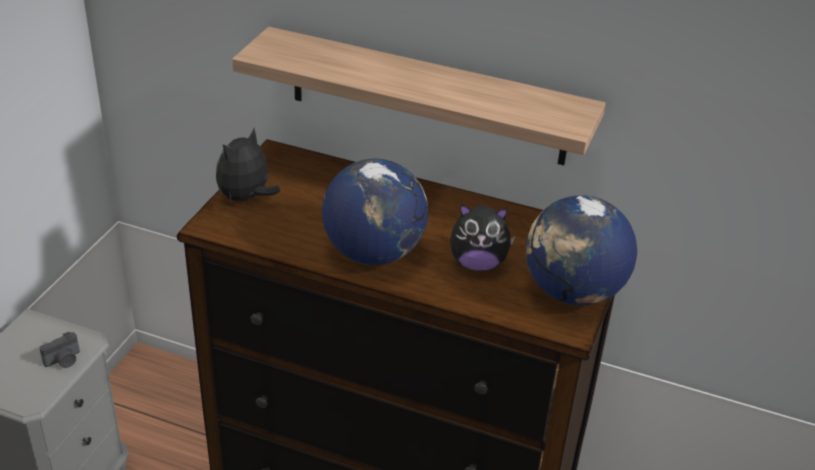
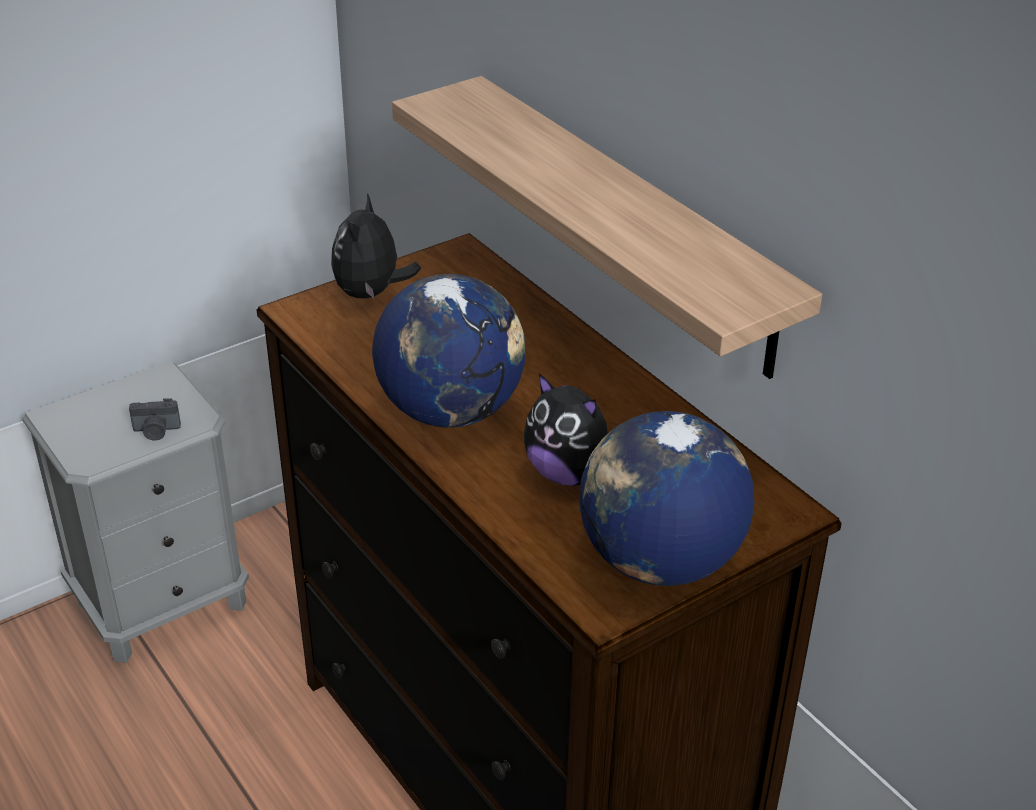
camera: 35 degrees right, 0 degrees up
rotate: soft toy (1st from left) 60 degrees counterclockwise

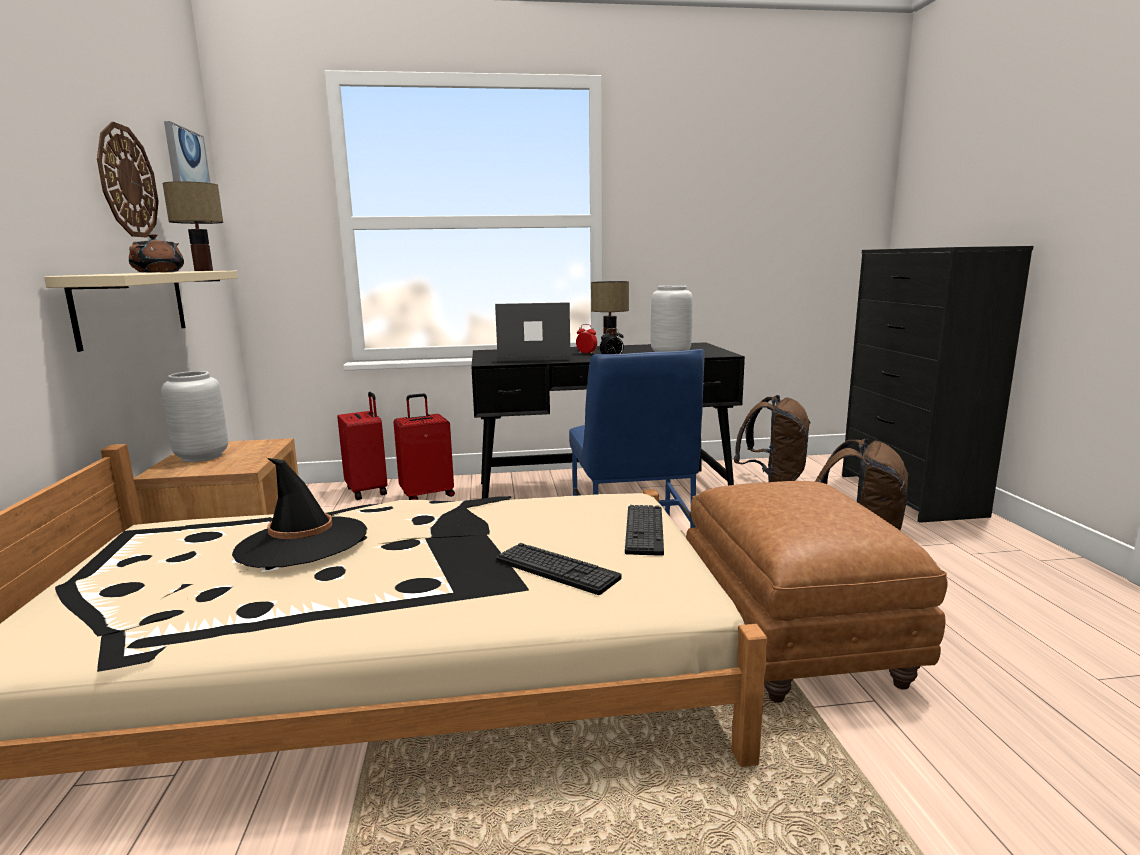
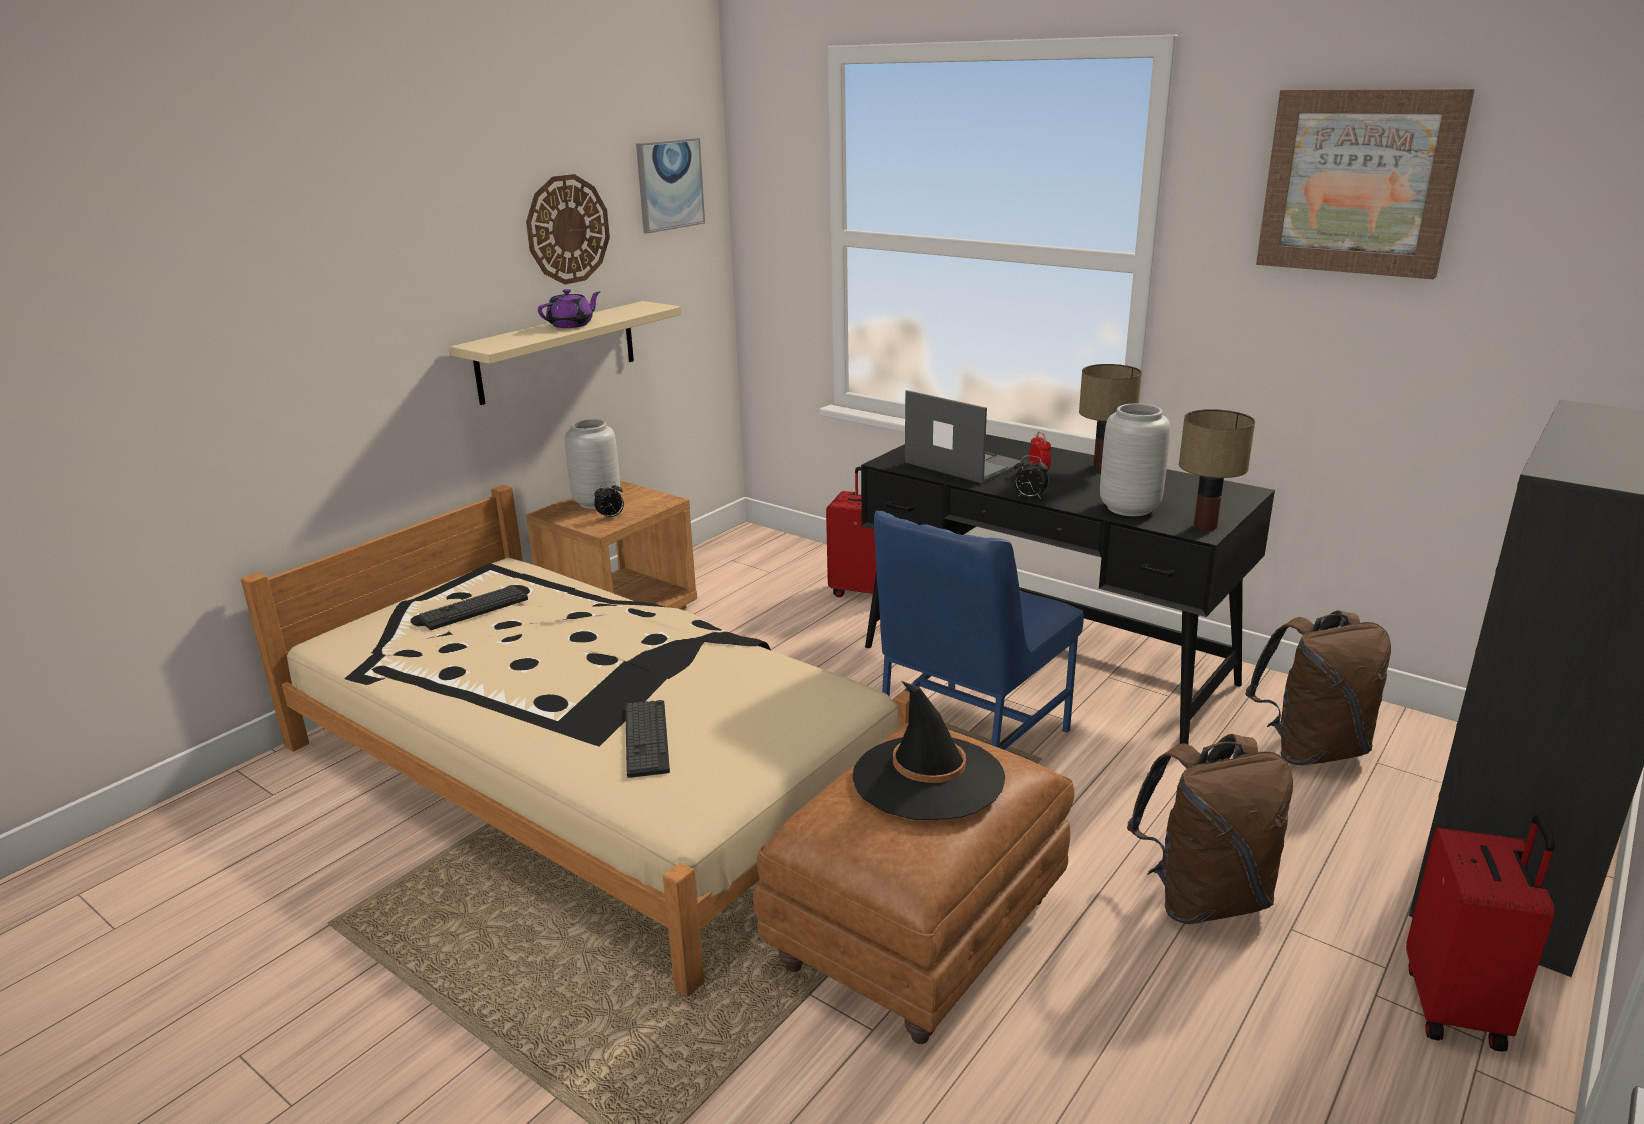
camera: 45 degrees right, 10 degrees up
insert: alarm clock (1st from left); wall picture (2nd from left)
move: PC keyboard (2nd from left in the first image) to PC keyboard (1st from left); blackish wearable hat; table lamp (1st from left in the first image) to table lamp (2nd from left); red suitcase (1st from left in the first image) to red suitcase (2nd from left)
recolor: brown-coloured tea pot to purplish tea pot

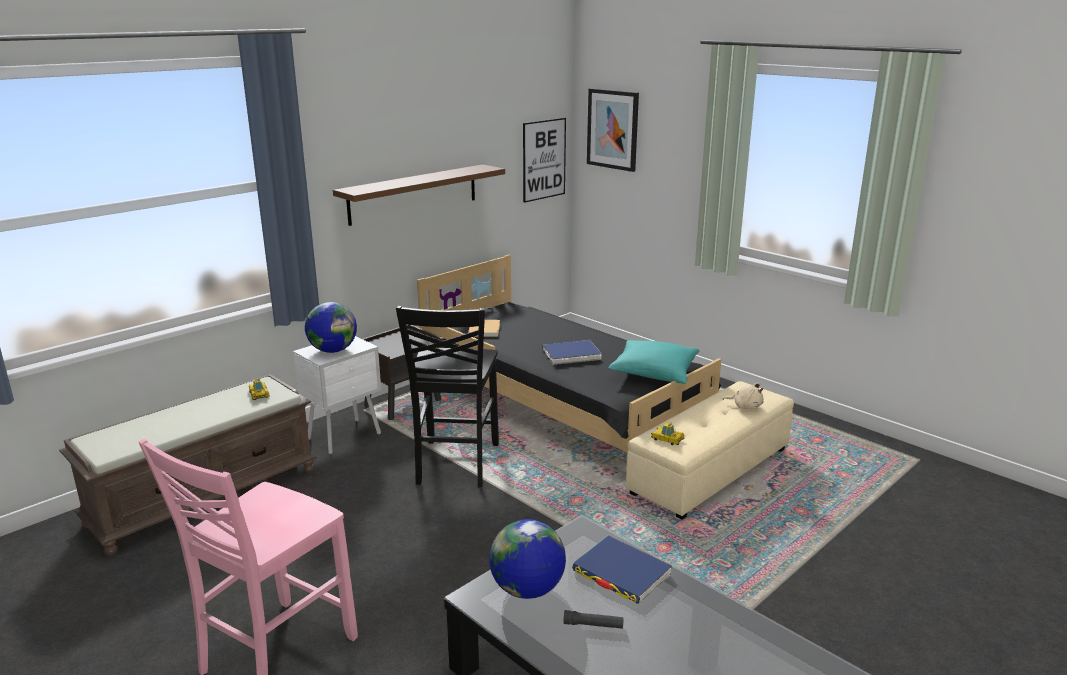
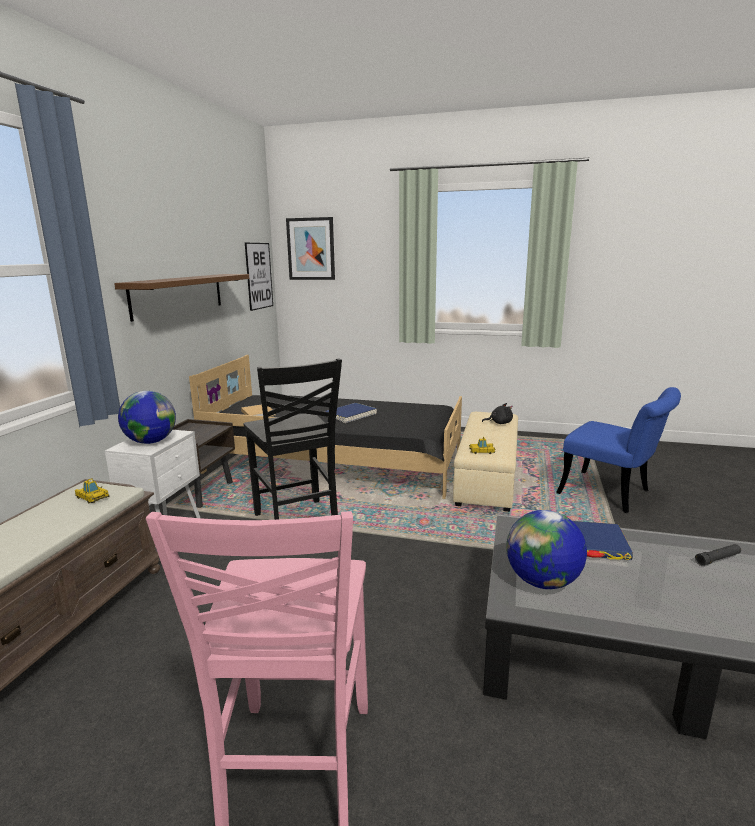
camera: 30 degrees left, 5 degrees down
delete: turquoise cushion
insert: bluish chair
move: blackish torch
recolor: beige soft toy to blackish soft toy

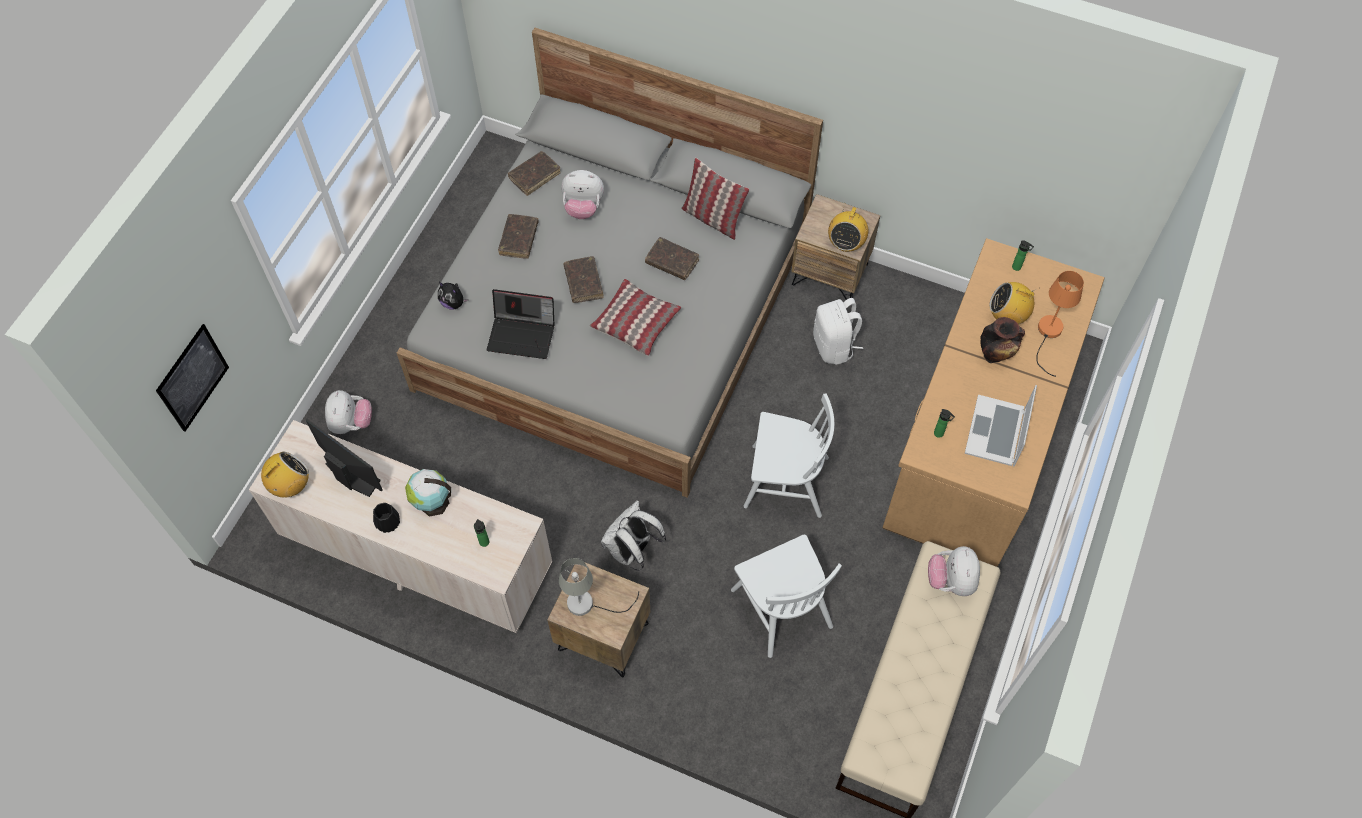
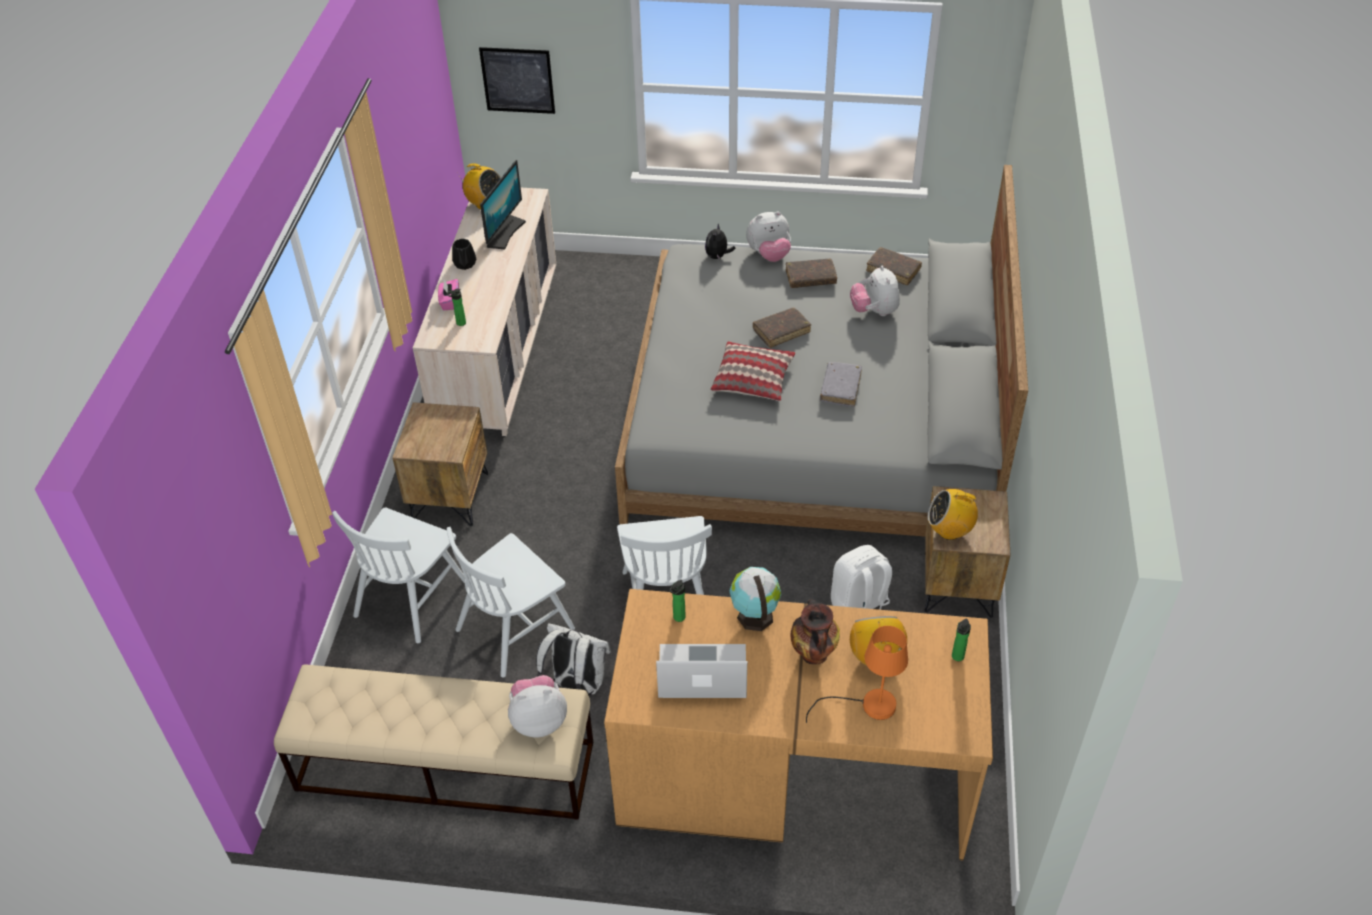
camera: 75 degrees right, 15 degrees down
delete: laptop (1st from left); greyish table lamp; cushion (2nd from left)
insert: white-coloured chair (1st from left); pinkish tissue box
move: white-coloured backpack (1st from left); world globe; soft toy (1st from left in the first image) to soft toy (3rd from left)
recolor: brown-coloured volume (4th from left) to greyish volume

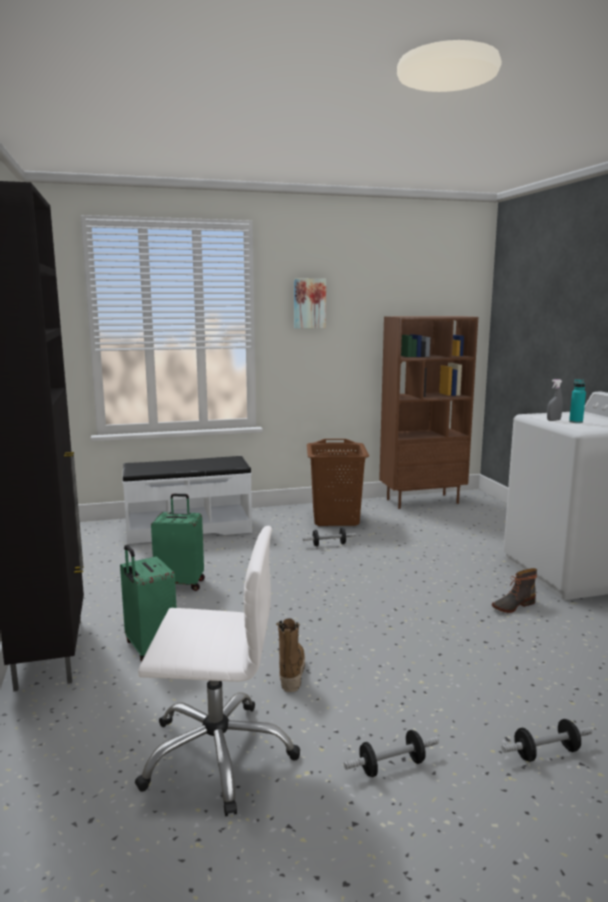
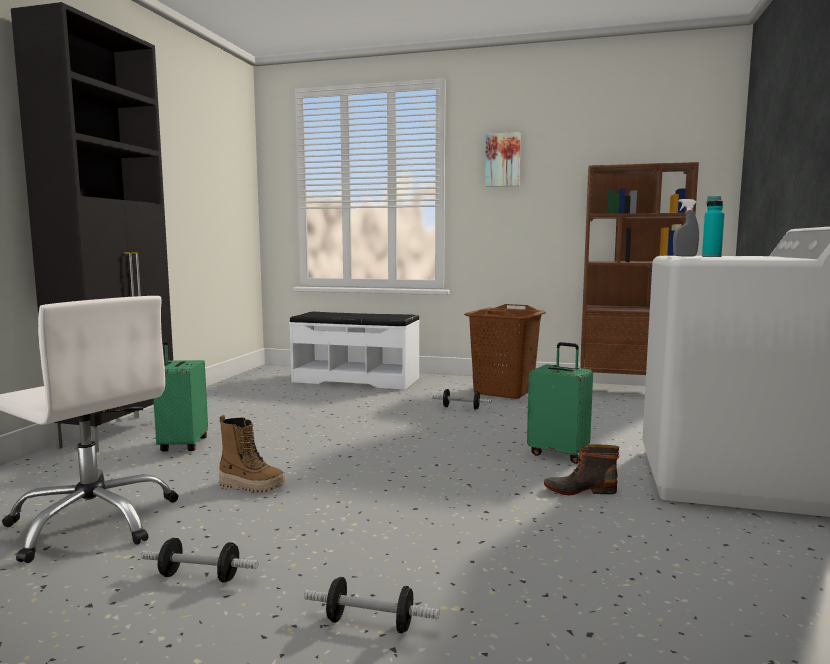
camera: 30 degrees right, 5 degrees down
move: greenish suitcase (2nd from left)
rotate: boot (1st from left) 75 degrees clockwise

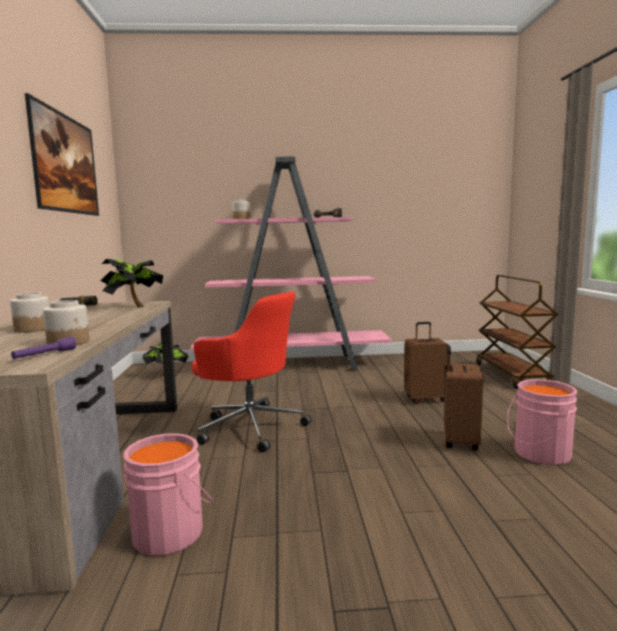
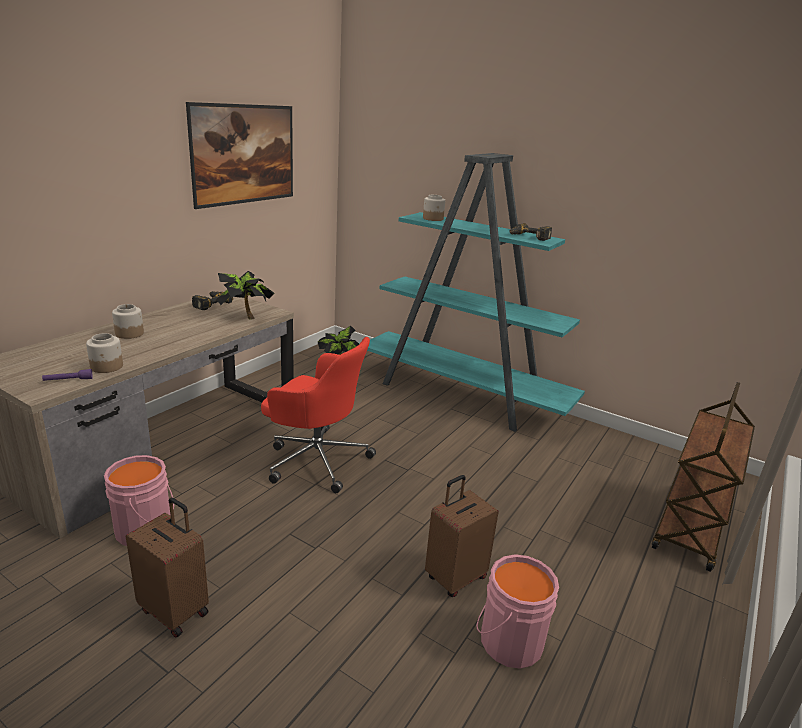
camera: 35 degrees right, 15 degrees up
move: brown-coloured suitcase (1st from left)
recolor: pinkish bookshelf to turquoise bookshelf
rotate: red computer chair 45 degrees counterclockwise

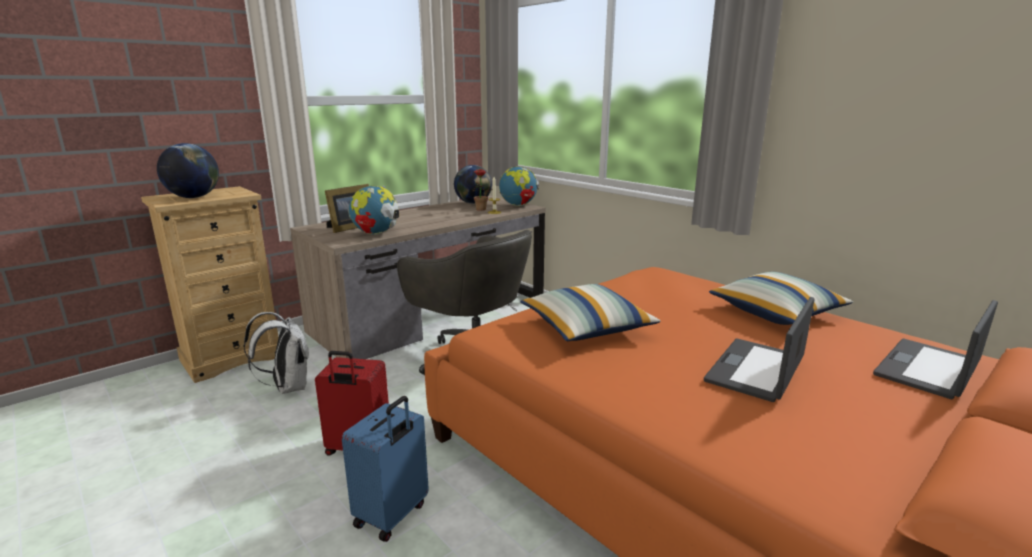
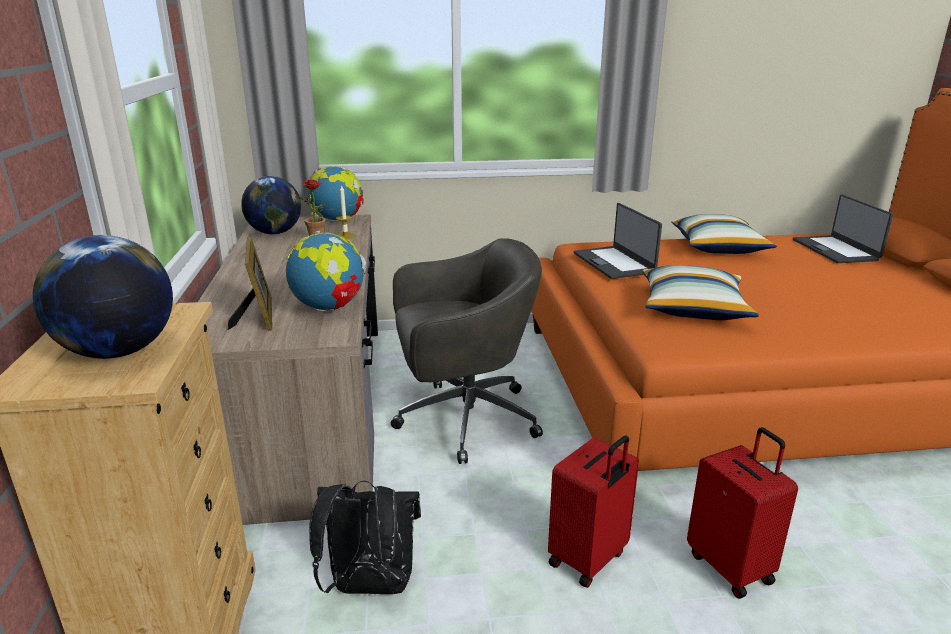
camera: 55 degrees left, 5 degrees up
move: laptop (1st from left)
recolor: white-coloured backpack to blackish backpack; bluish suitcase to red suitcase (2nd from left)

